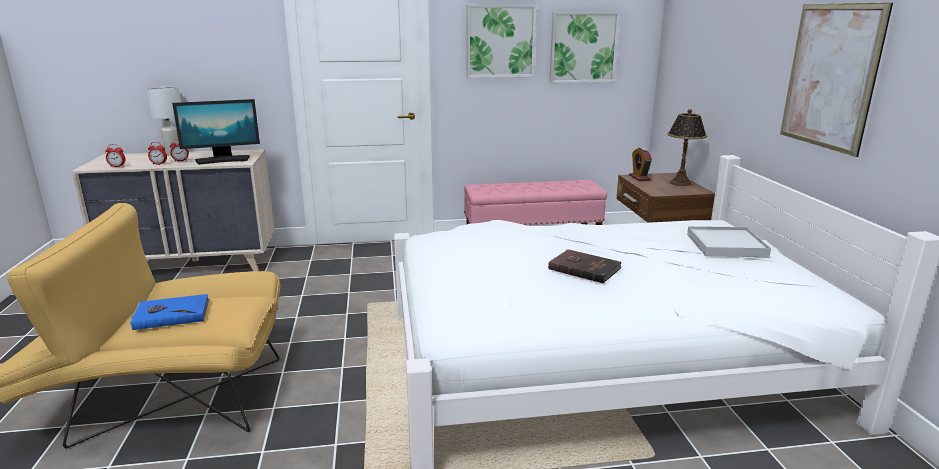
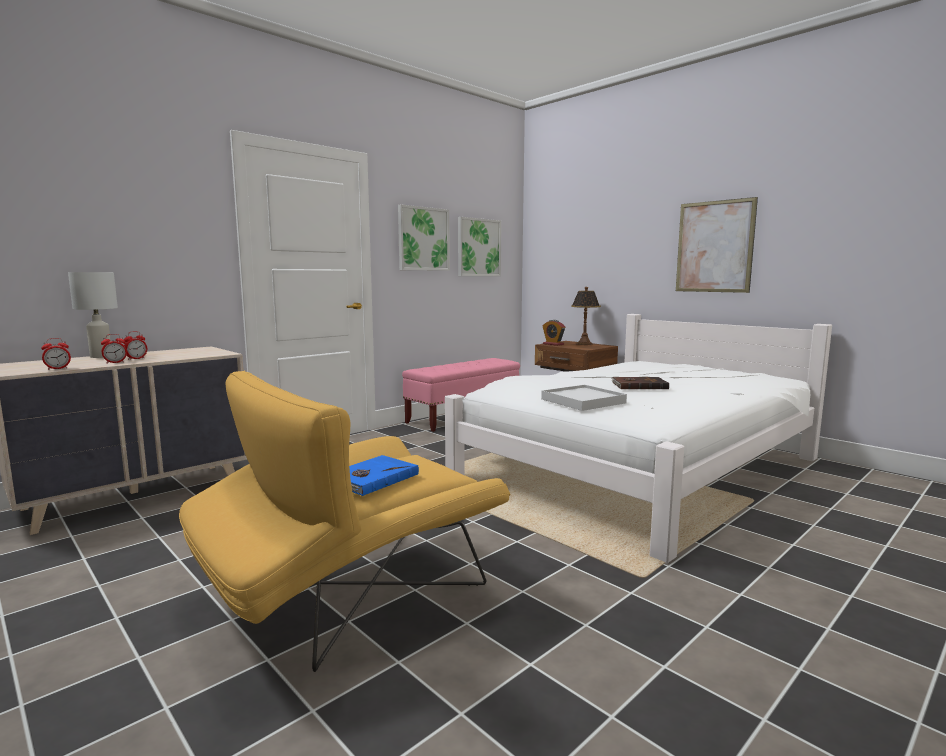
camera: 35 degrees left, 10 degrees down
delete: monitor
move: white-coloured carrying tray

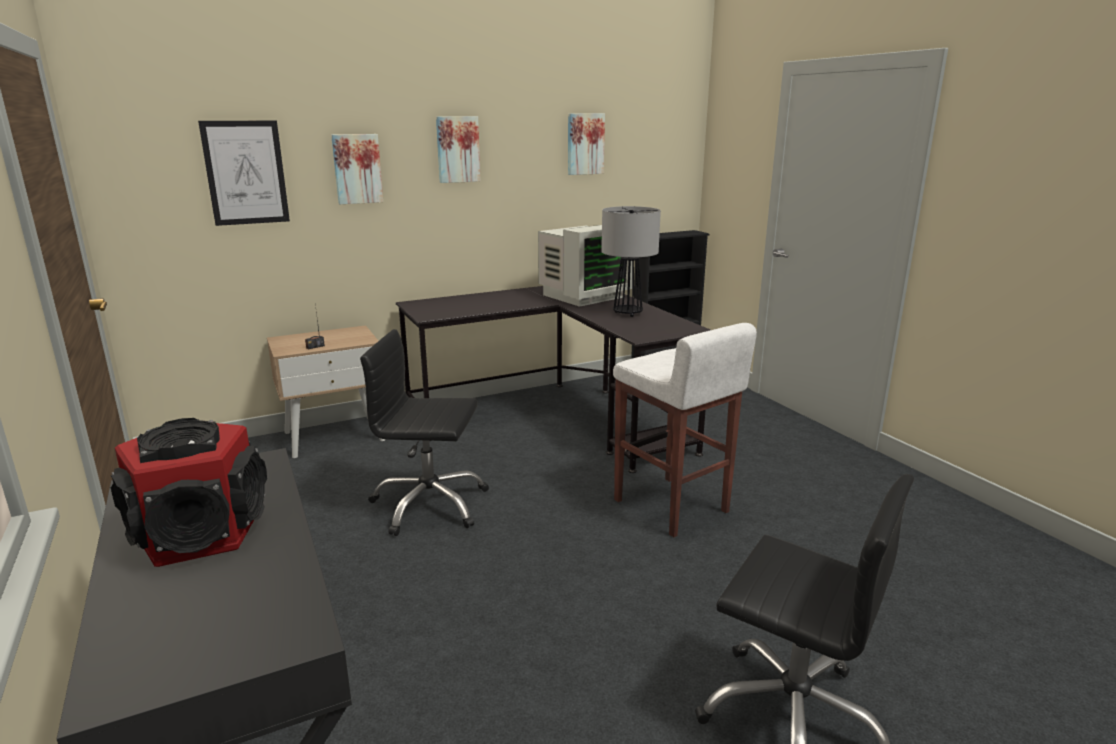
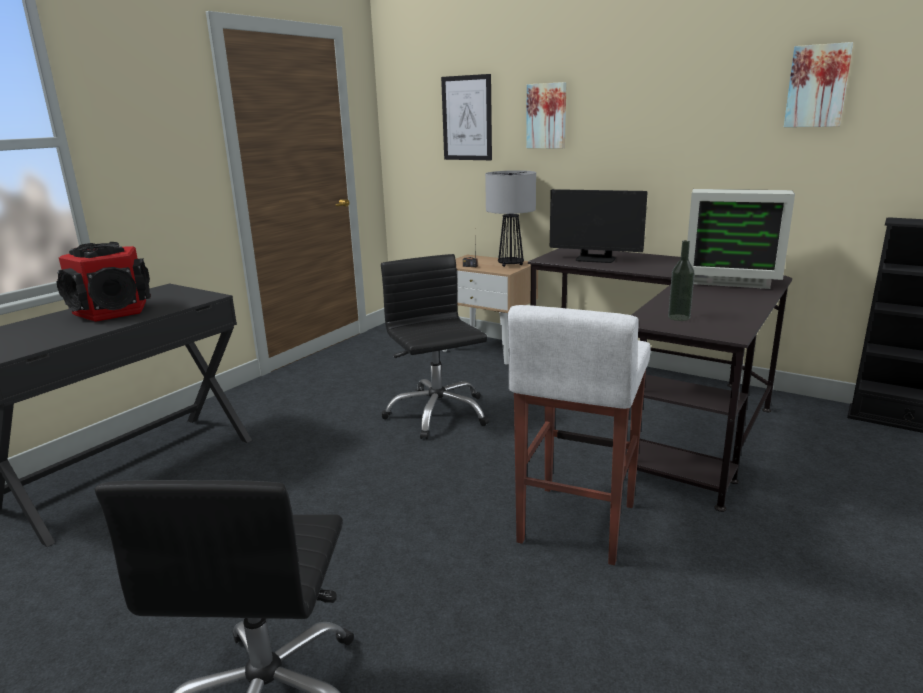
camera: 60 degrees right, 0 degrees up
delete: wall picture (3rd from left)
insert: monitor (1st from left); bottle
move: table lamp

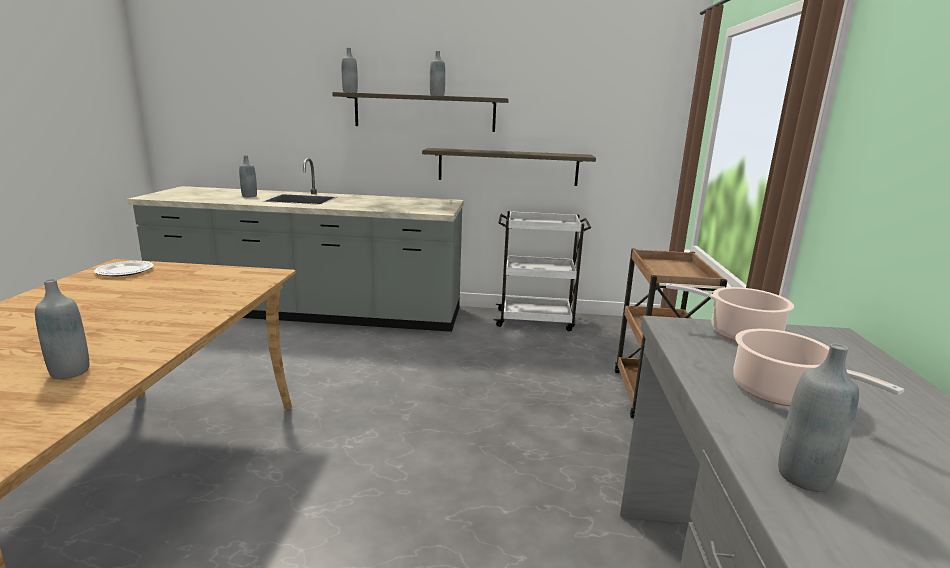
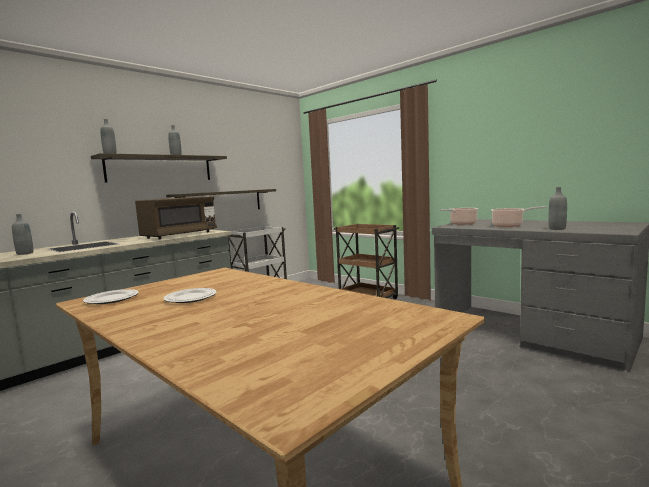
camera: 50 degrees left, 10 degrees down
delete: greyish bottle (1st from left)
insert: brown-coloured microwave oven; dinner plate (2nd from left)

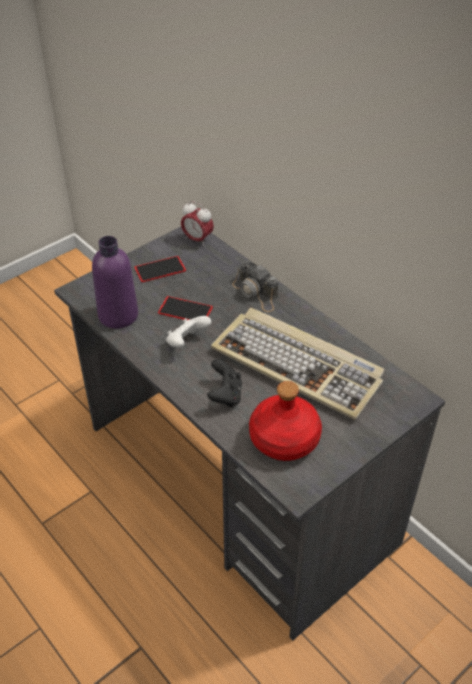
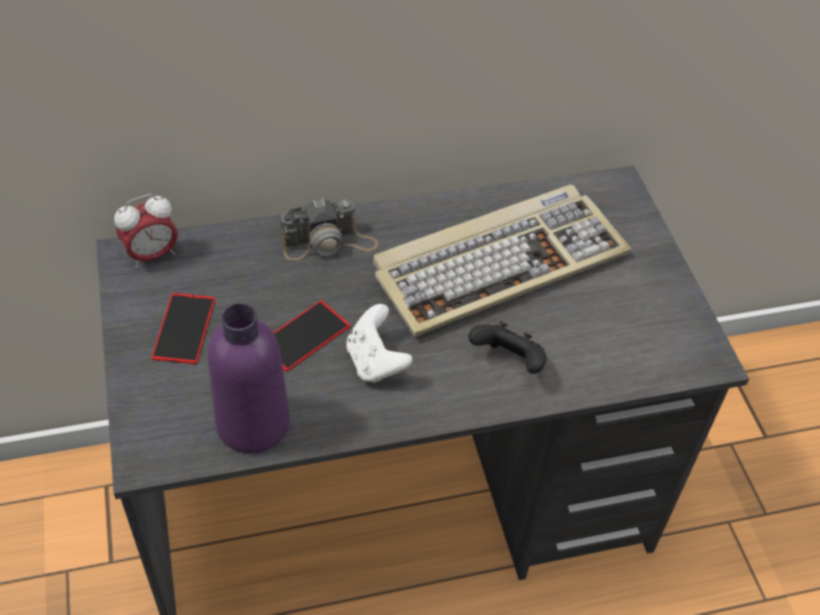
camera: 65 degrees left, 5 degrees up
delete: red bottle

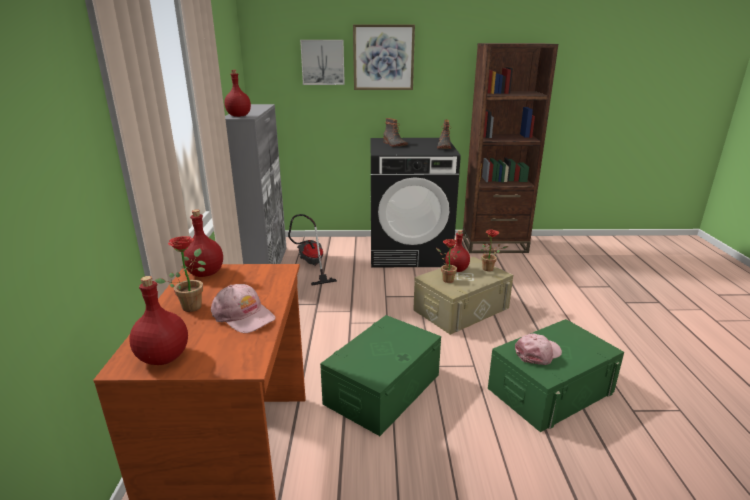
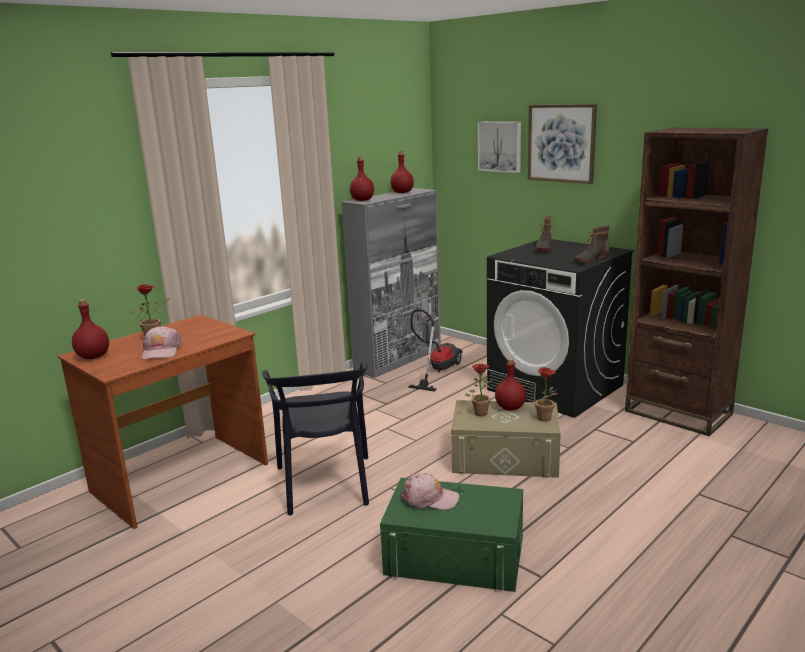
camera: 45 degrees right, 5 degrees down
move: red bottle (2nd from left in the first image) to red bottle (3rd from left)
replace: greenish storage box (1st from left) to blackish chair

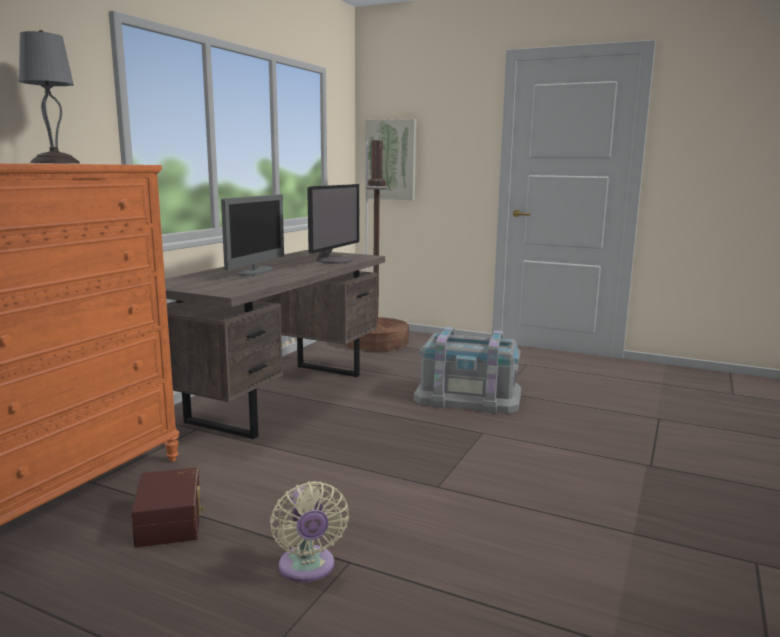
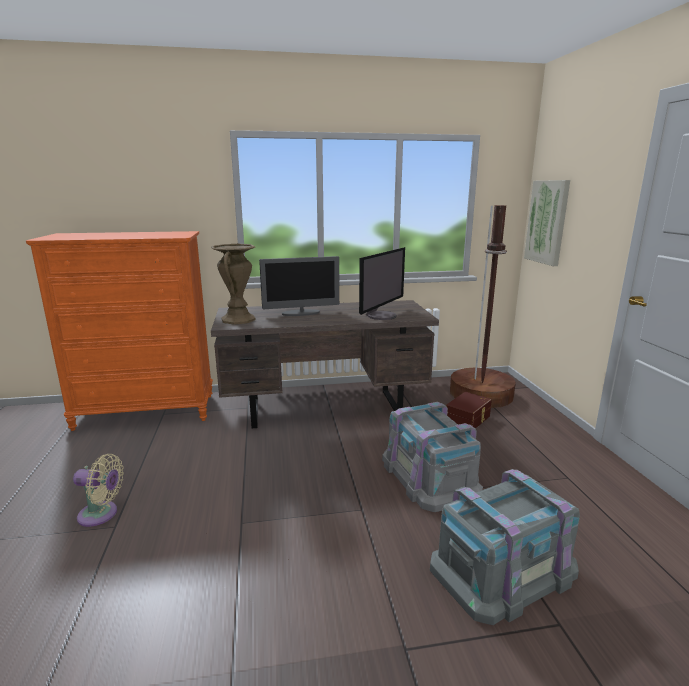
camera: 55 degrees right, 5 degrees up
delete: greyish table lamp
insert: brown-coloured vase; greyish storage box (2nd from left)
move: brown-coloured storage box
rotate: beige electric fan 120 degrees counterclockwise; monitor (2nd from left) 45 degrees counterclockwise

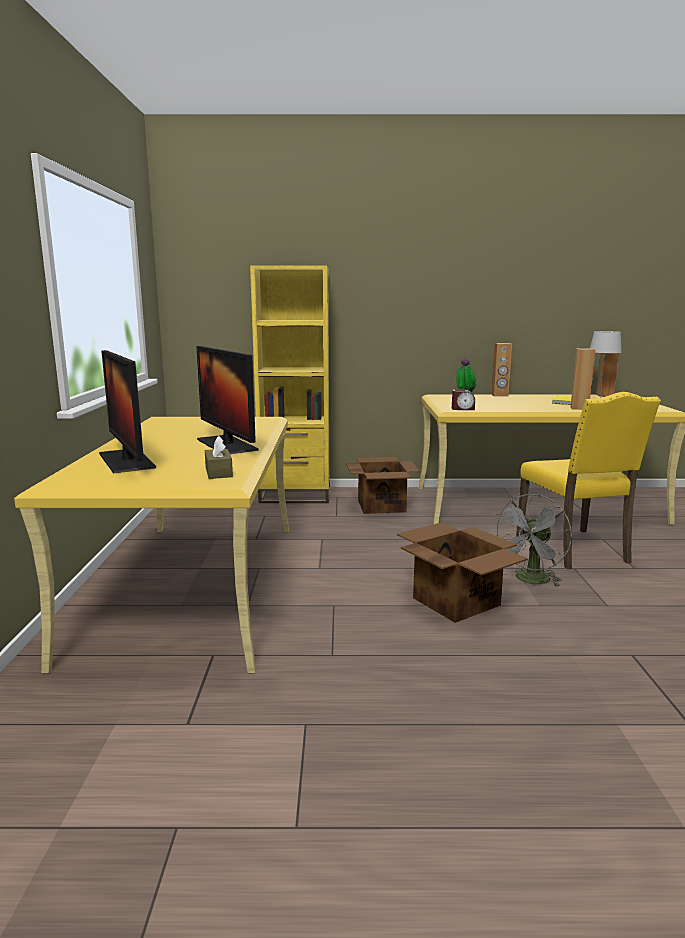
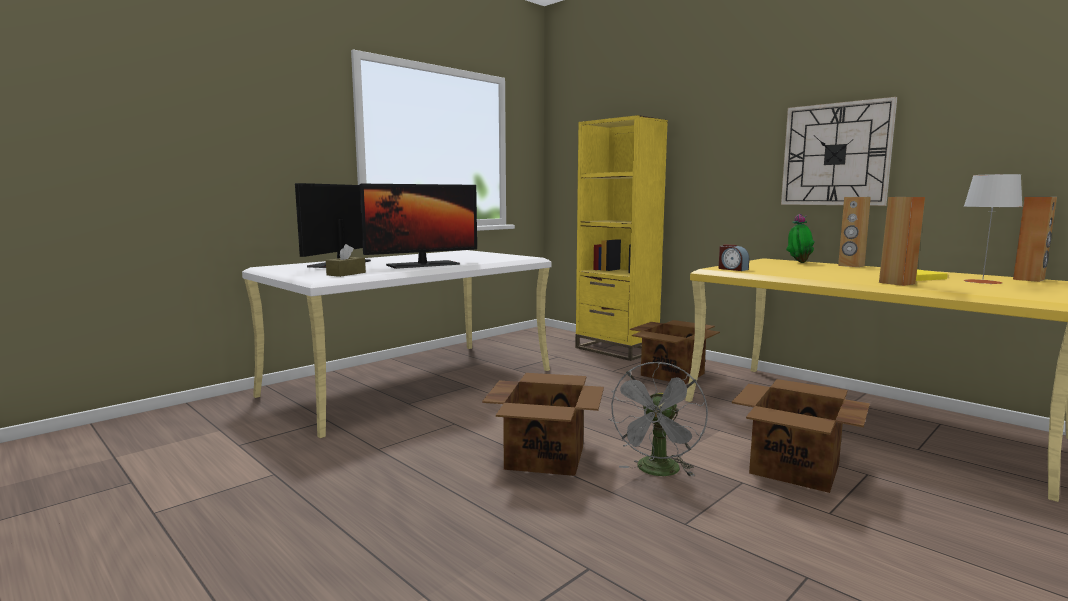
camera: 45 degrees right, 5 degrees down
insert: clock on the wall
replace: yellow chair to packing box (3rd from left)
recolor: yellow desk unit (1st from left) to white-coloured desk unit
rotate: monitor (2nd from left) 135 degrees counterclockwise; greyish electric fan 60 degrees counterclockwise

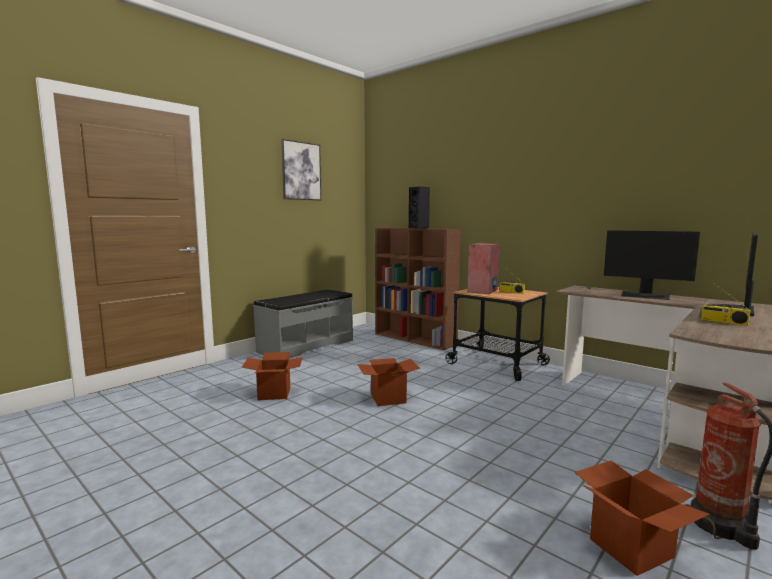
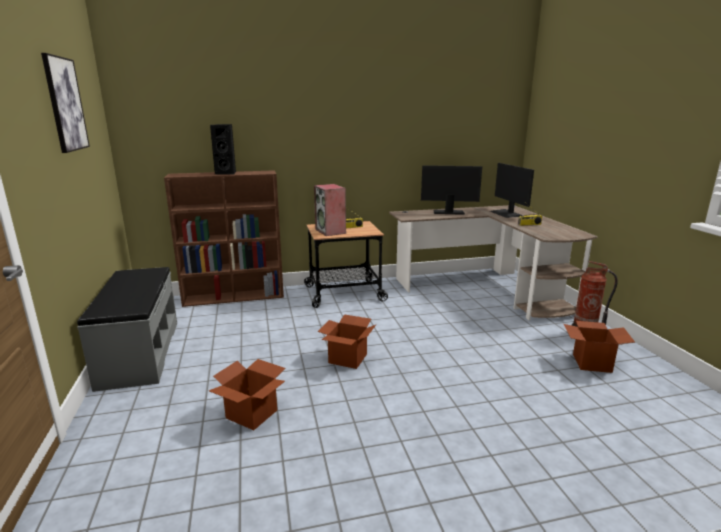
camera: 55 degrees left, 10 degrees up
rotate: monitor (1st from left) 150 degrees counterclockwise

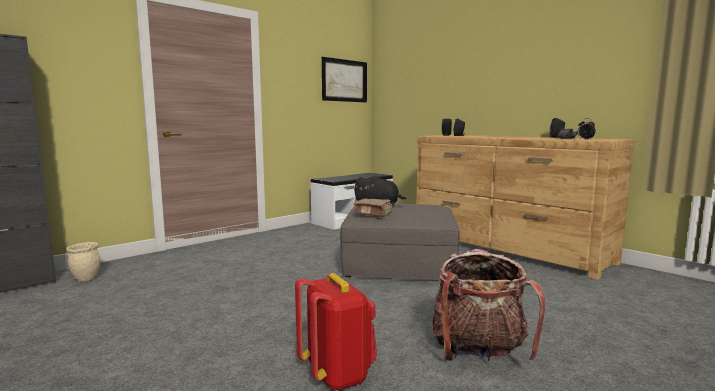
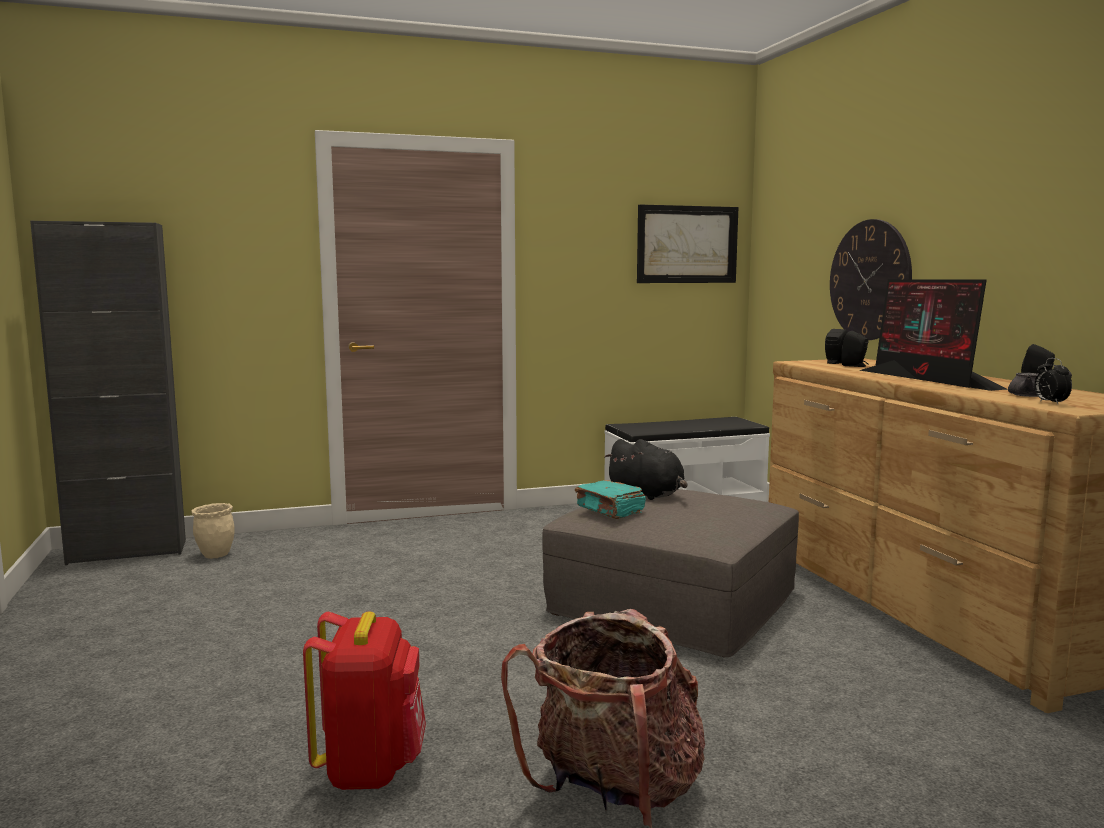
camera: 25 degrees right, 0 degrees up
insert: clock on the wall; monitor
recolor: brown-coloured volume to turquoise volume

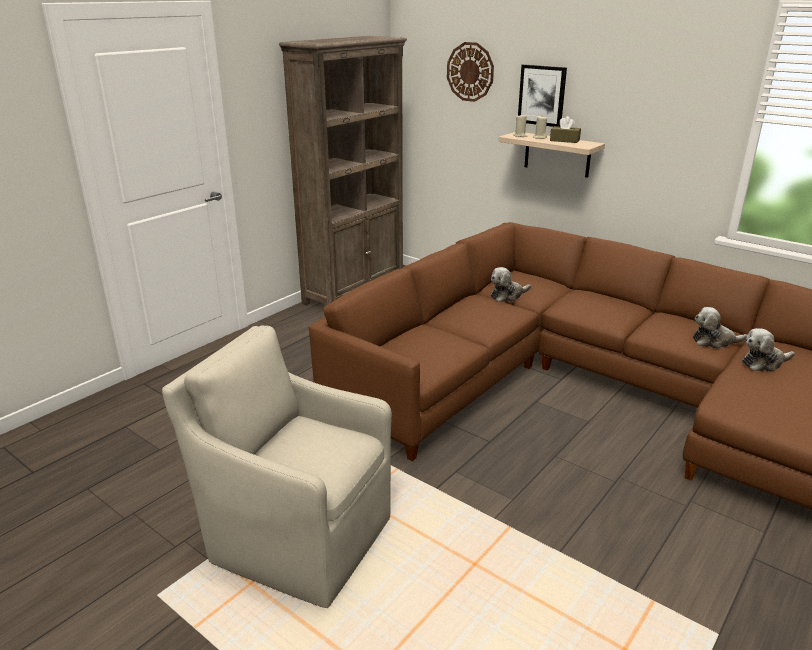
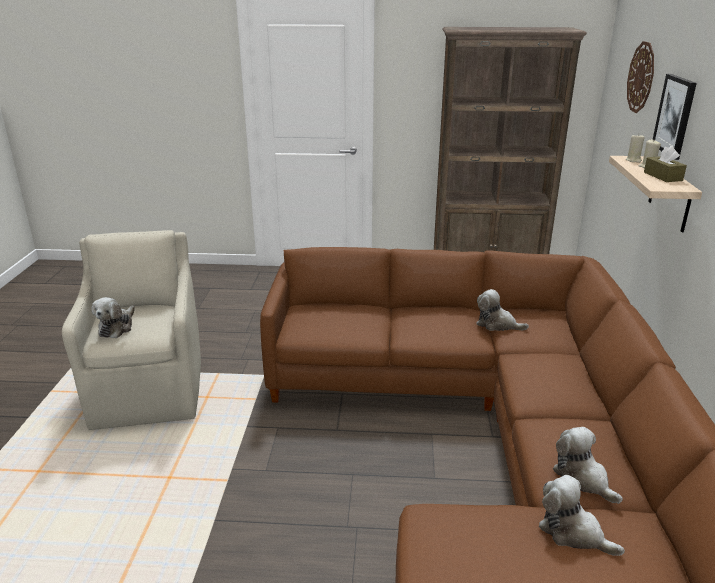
camera: 55 degrees right, 0 degrees up
insert: soft toy (1st from left)

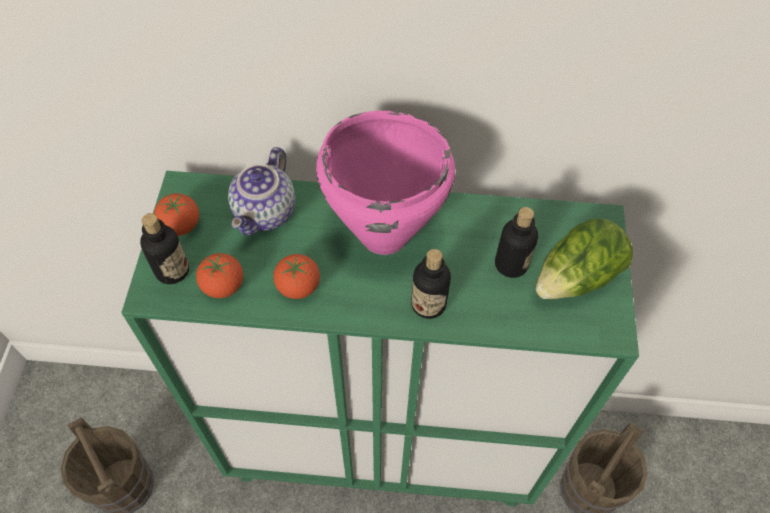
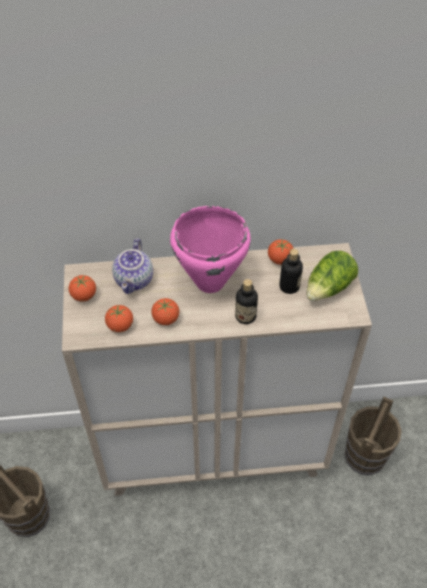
camera: 10 degrees left, 5 degrees down
delete: bottle (1st from left)
insert: fresh tomato (4th from left)
recolor: greenish cabinet to beige cabinet

